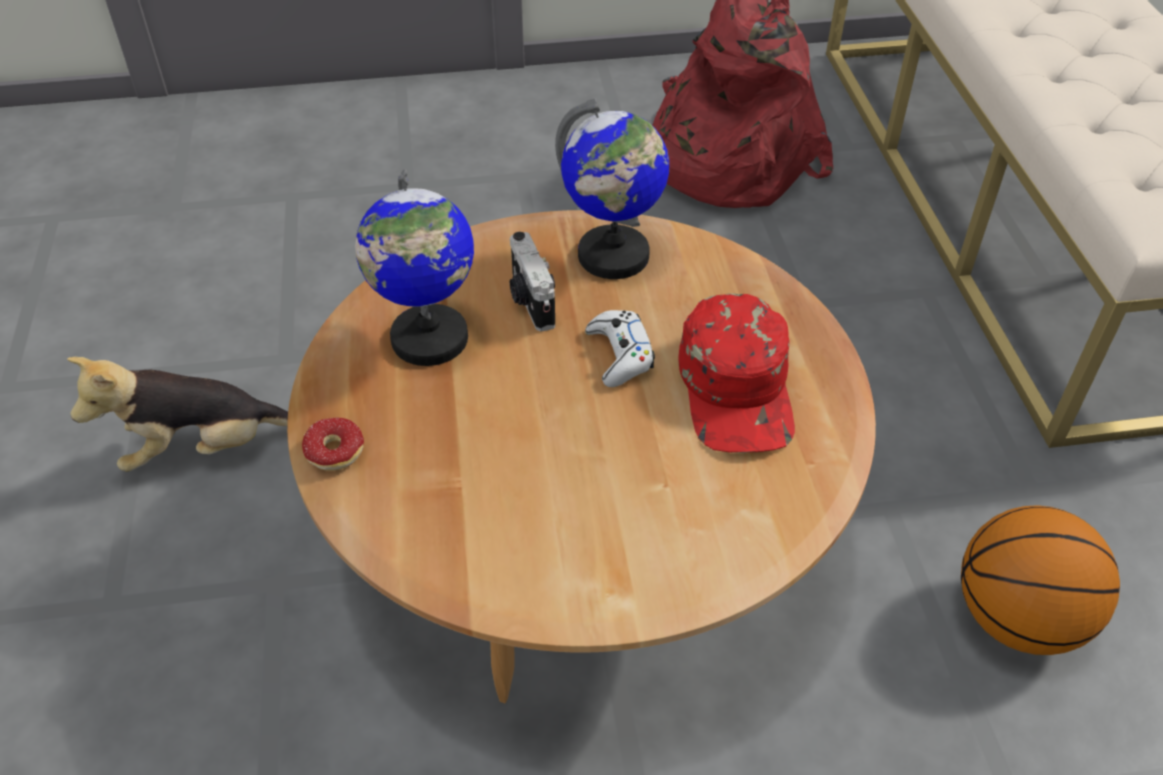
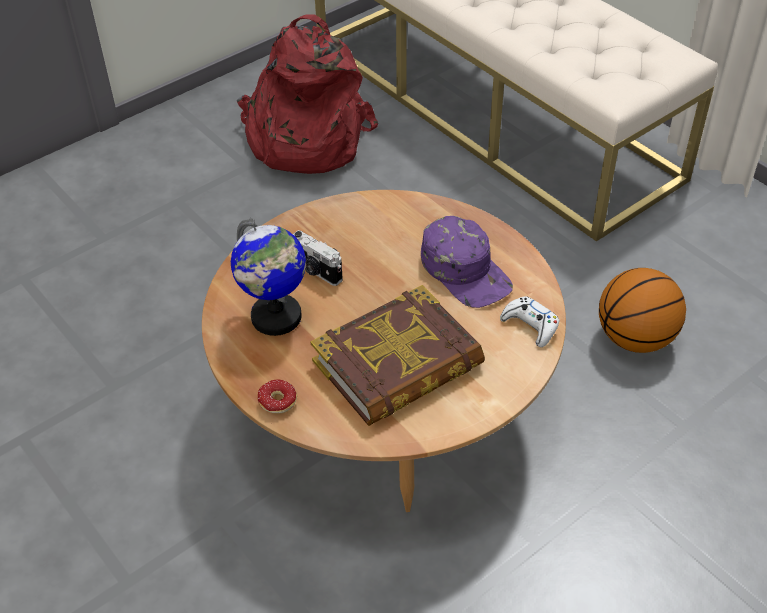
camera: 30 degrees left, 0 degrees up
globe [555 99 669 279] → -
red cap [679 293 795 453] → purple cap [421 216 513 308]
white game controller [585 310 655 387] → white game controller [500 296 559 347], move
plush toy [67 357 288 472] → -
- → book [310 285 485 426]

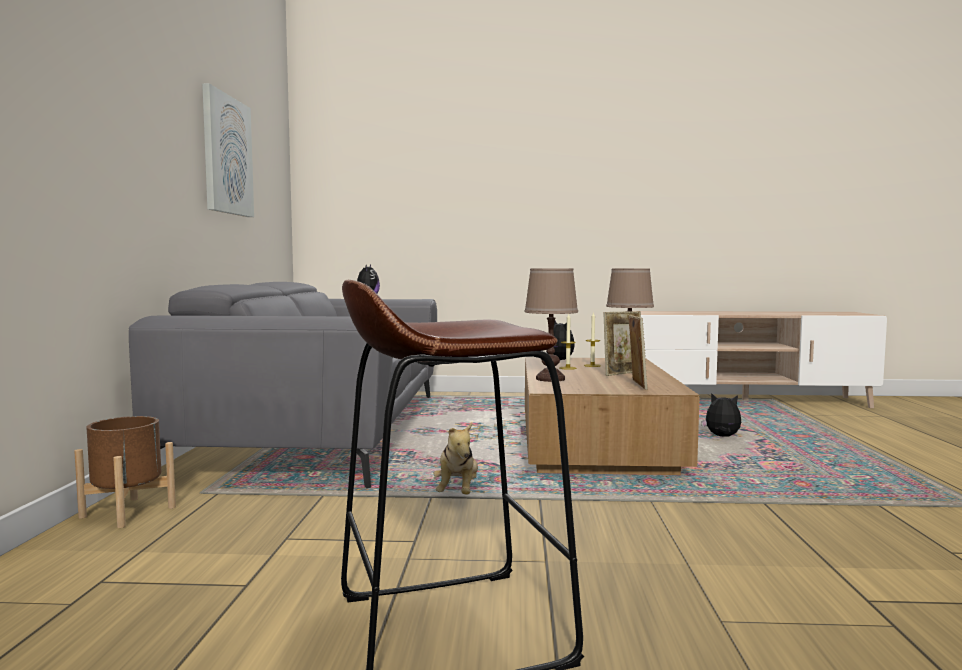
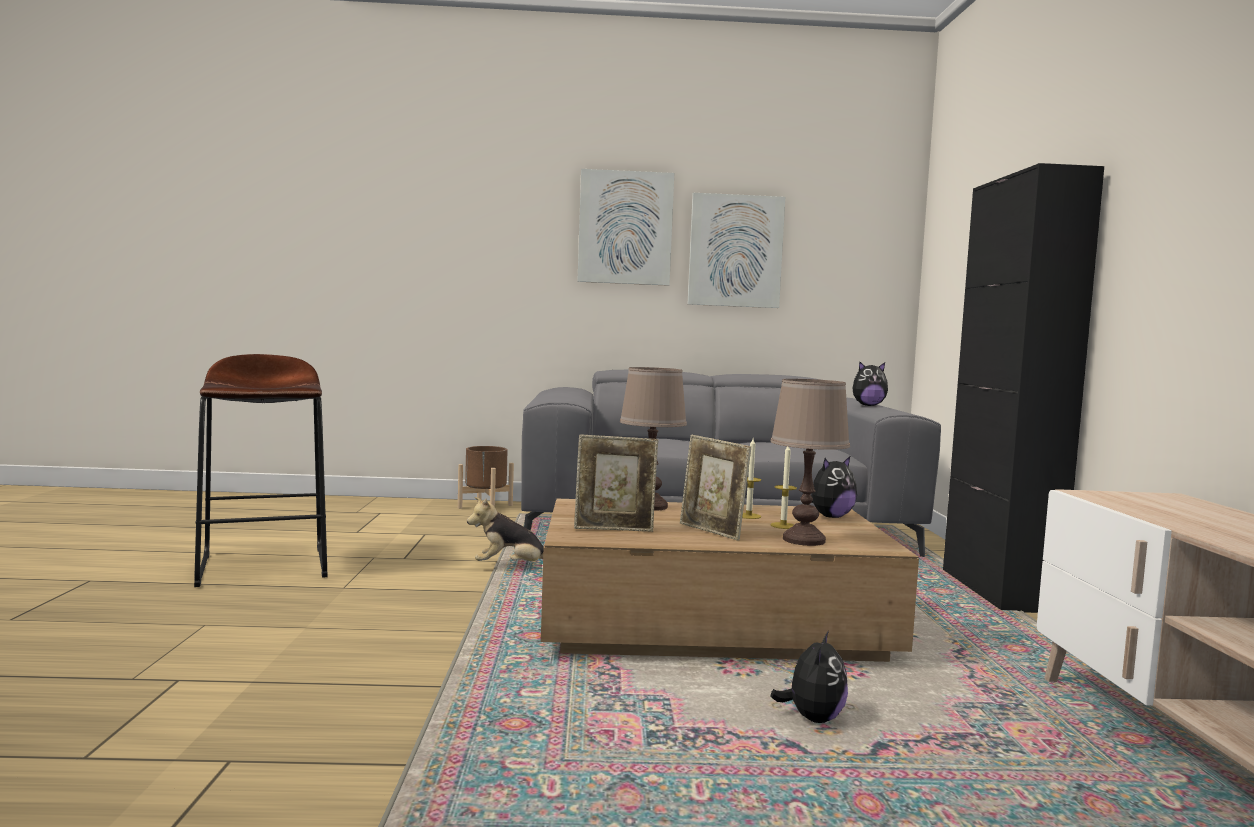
camera: 85 degrees right, 0 degrees up
- → black cabinet [943 163 1104 613]
- → picture [577 169 674 286]

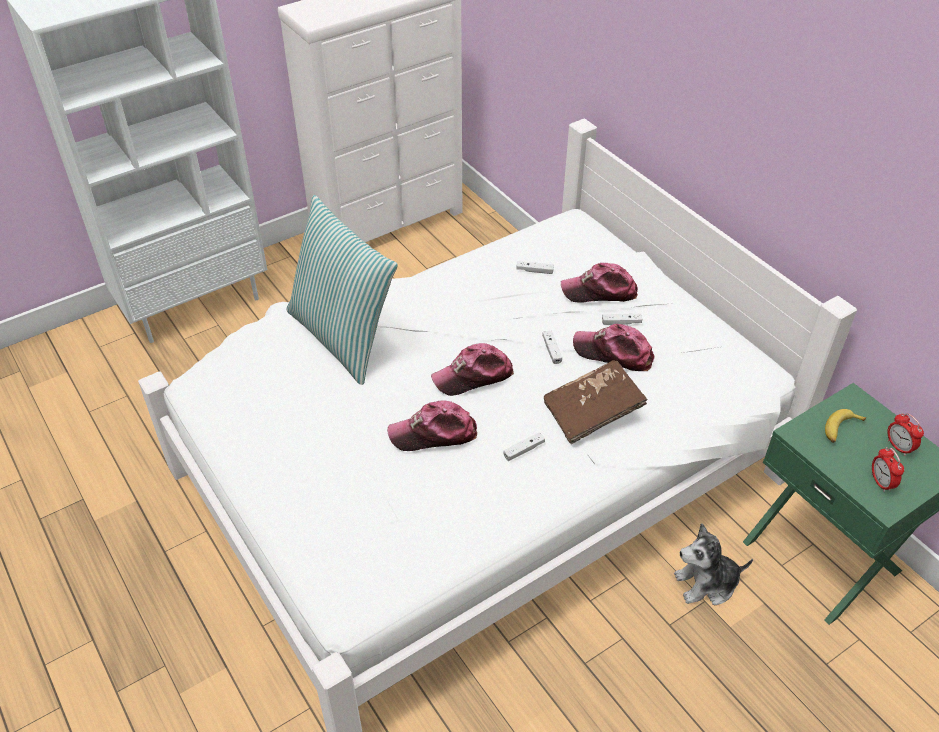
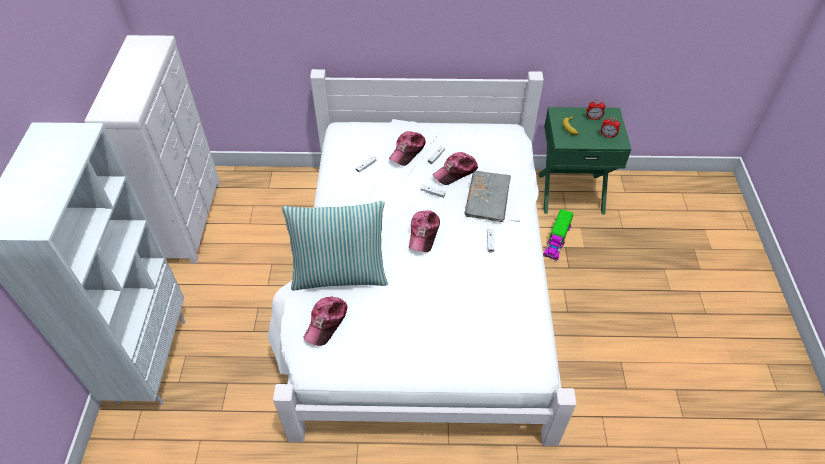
camera: 55 degrees left, 5 degrees up
brown book [544 360 648 444] → grey book [464 171 511 222]
cap [387 401 477 451] → cap [303 296 348 346], move
plush toy [674 523 753 605] → toy truck [543 209 573 261]

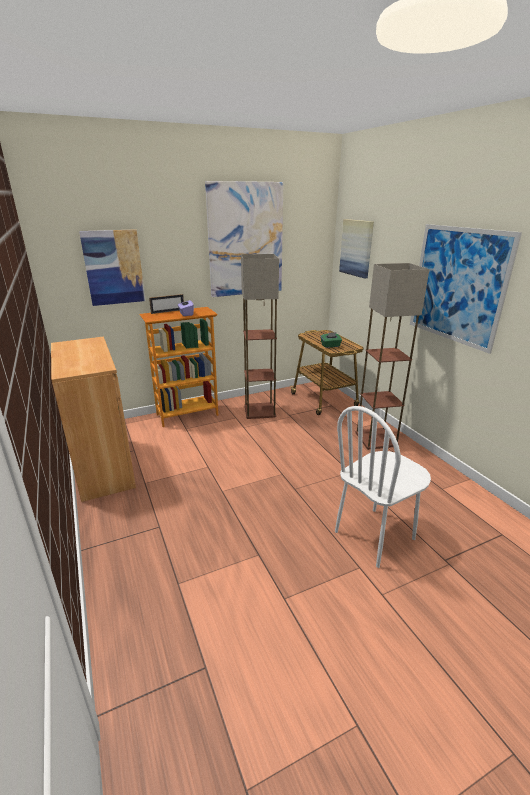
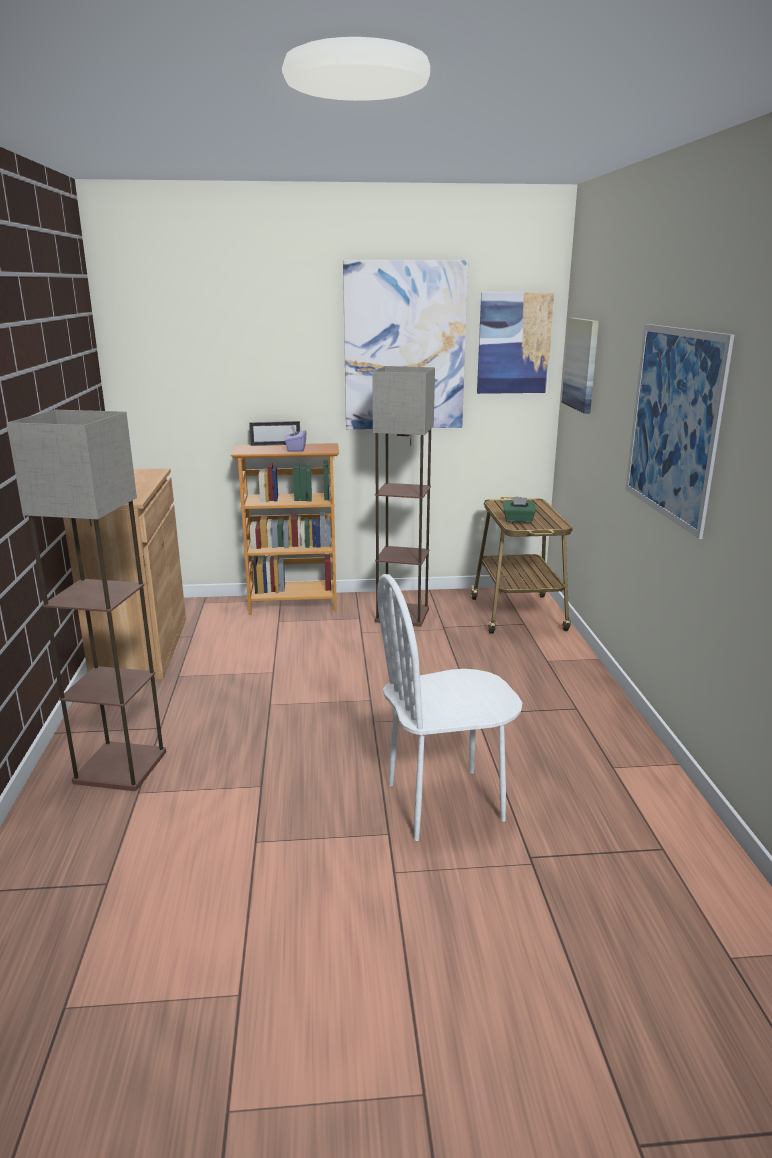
camera: 20 degrees right, 5 degrees down
picture [79 229 145 306] → picture [477 292 554 394], move
floor lamp [355 263 429 450] → floor lamp [6 410 166 791], move

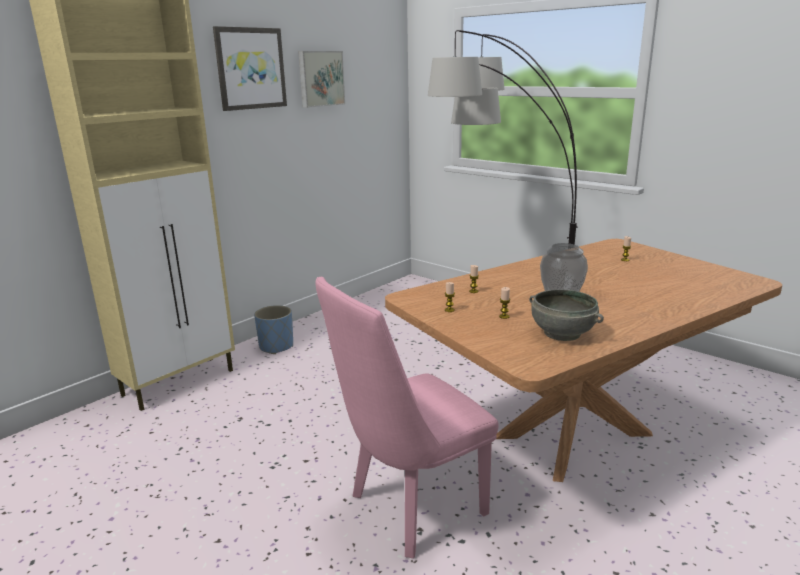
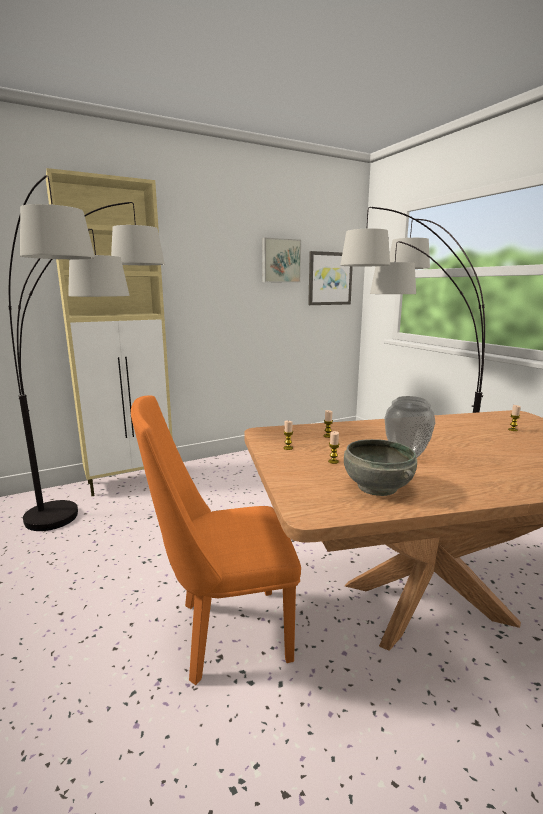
camera: 20 degrees right, 5 degrees down
picture [213 26 287 111] → picture [308 251 353 305], move
pink chair [315 277 499 559] → orange chair [131 395 301 685]
blue planter [254 305 293 354] → -
- → floor lamp [8 175 165 531]

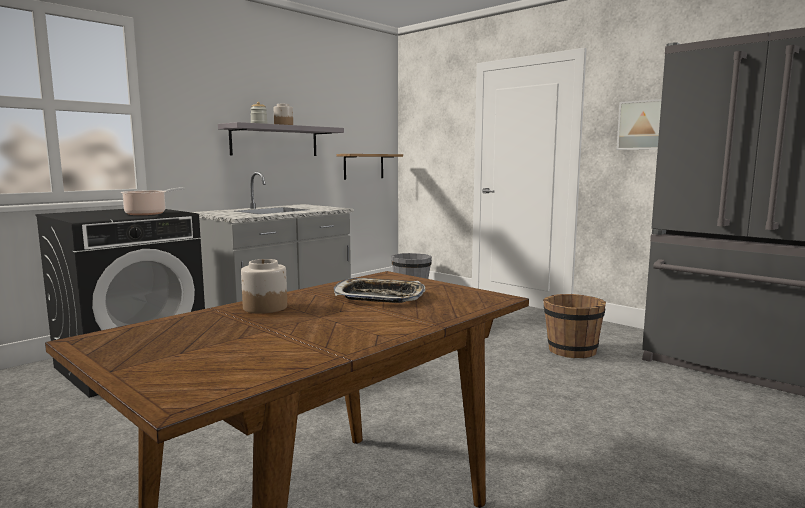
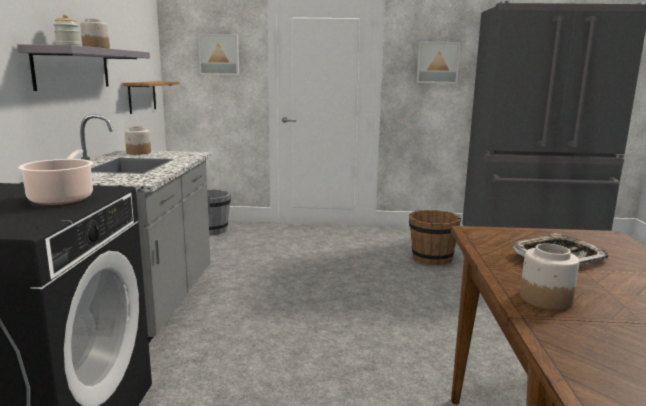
camera: 40 degrees left, 5 degrees up
- → picture [198 34 239 75]
- → jar [125 126 151 155]

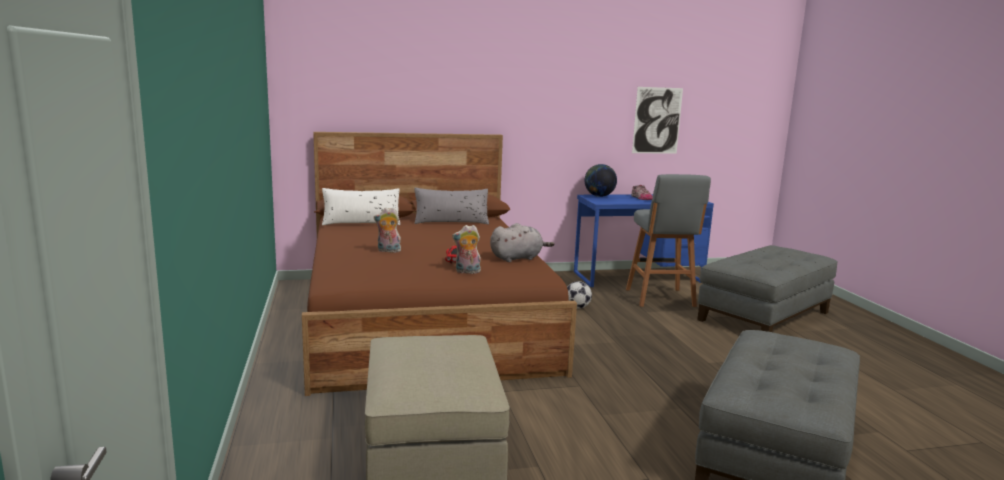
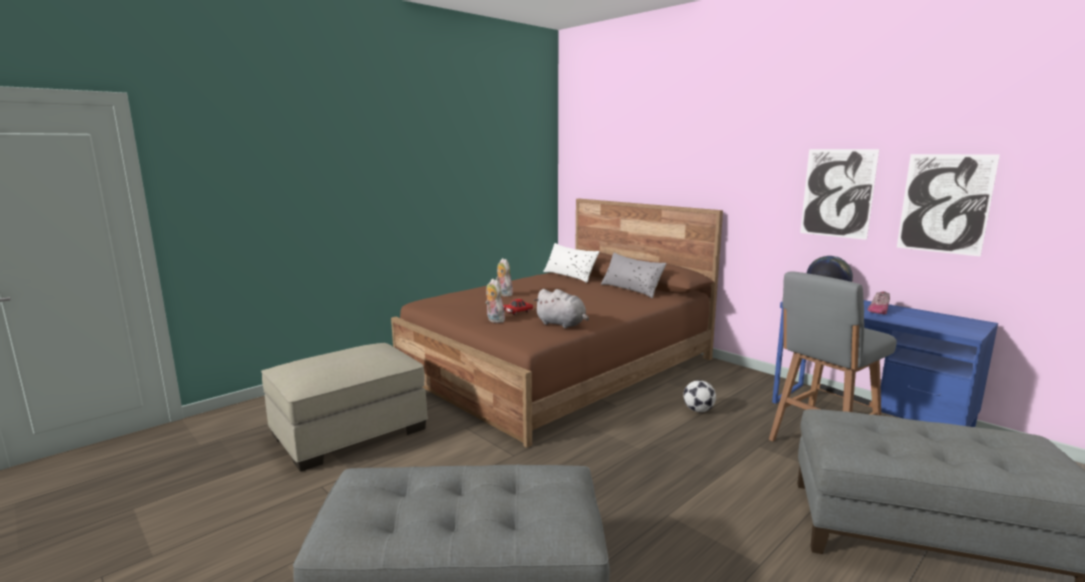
camera: 60 degrees right, 0 degrees up
- → picture [800 149 879 240]

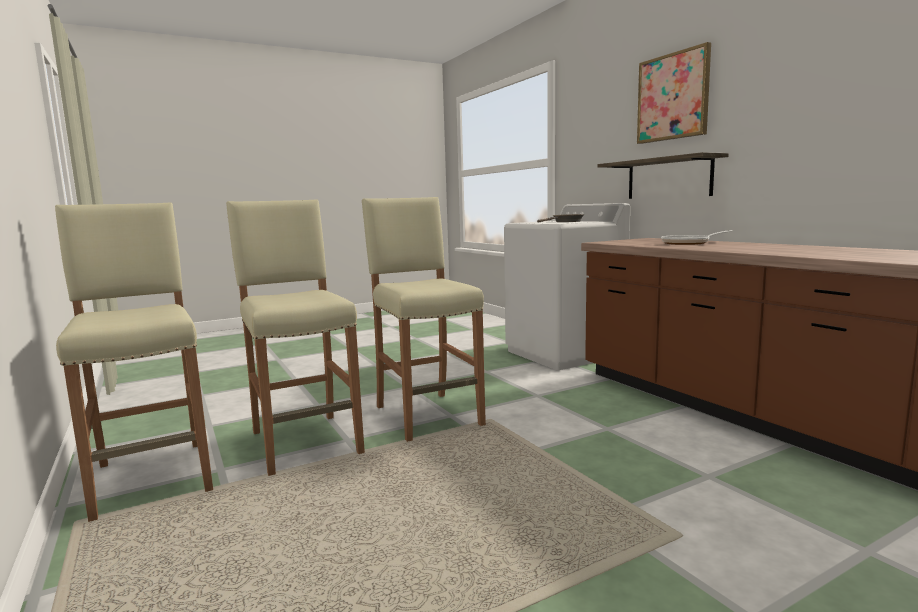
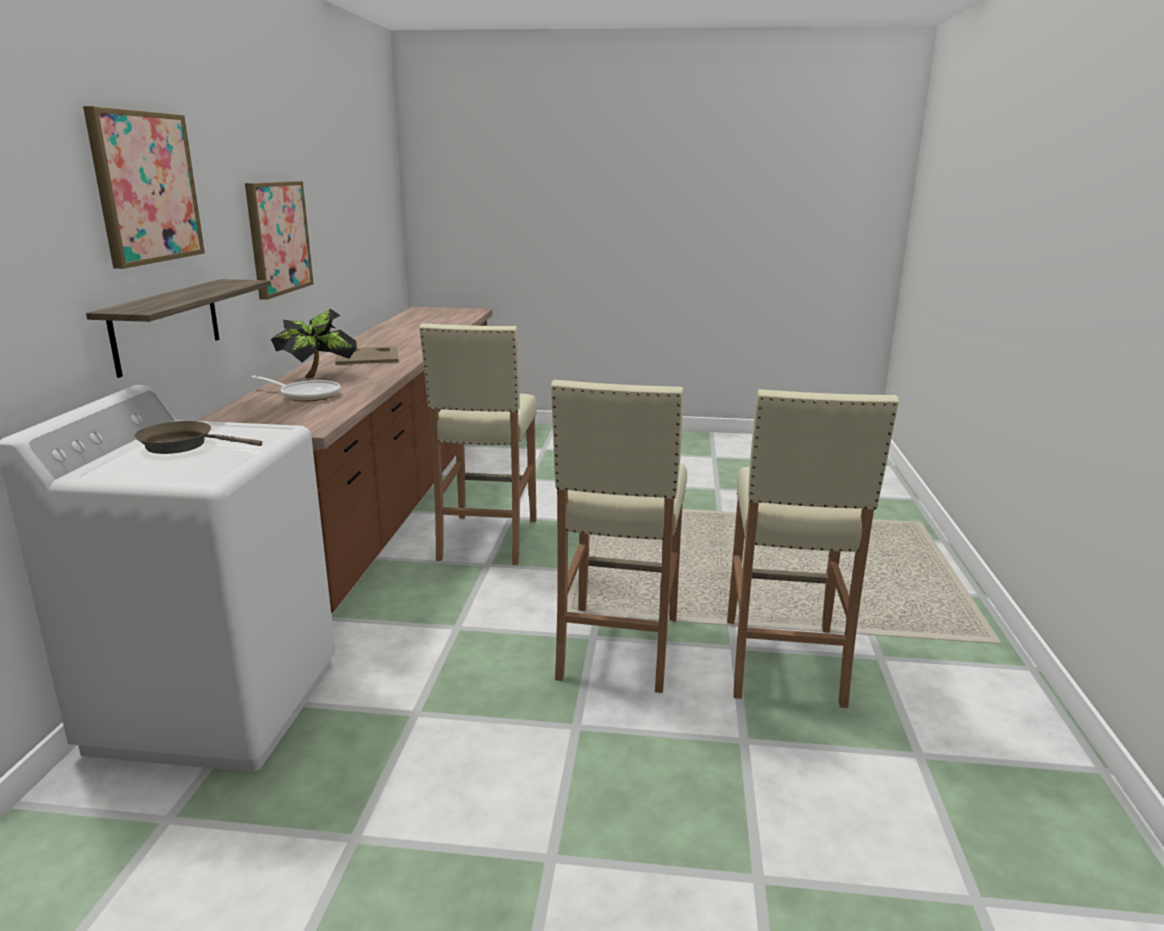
camera: 145 degrees left, 10 degrees up
beige stool [55 202 213 522] → beige stool [419 323 537 565], move
- → picture [245 181 314 300]
- → potted plant [271 309 357 378]
- → beige tray [335 346 399 365]

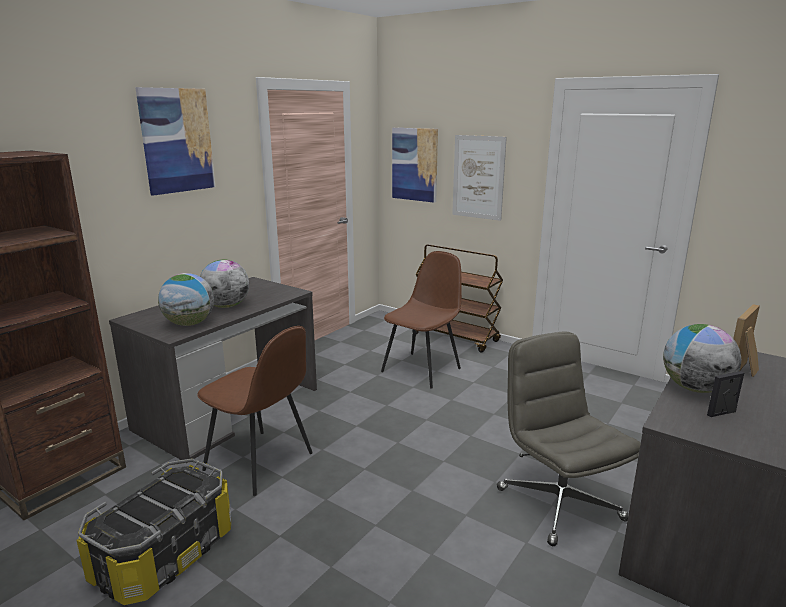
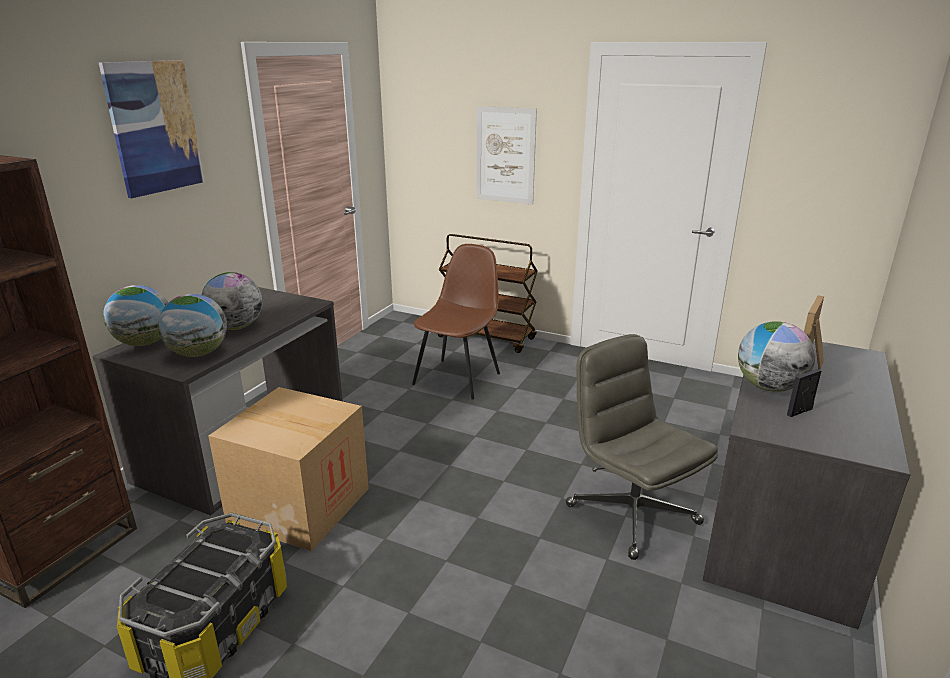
camera: 10 degrees left, 5 degrees up
picture [392 128 438 203] → -
brown chair [197 326 313 496] → cardboard box [208 387 369 551]
- → globe [103 285 168 346]

